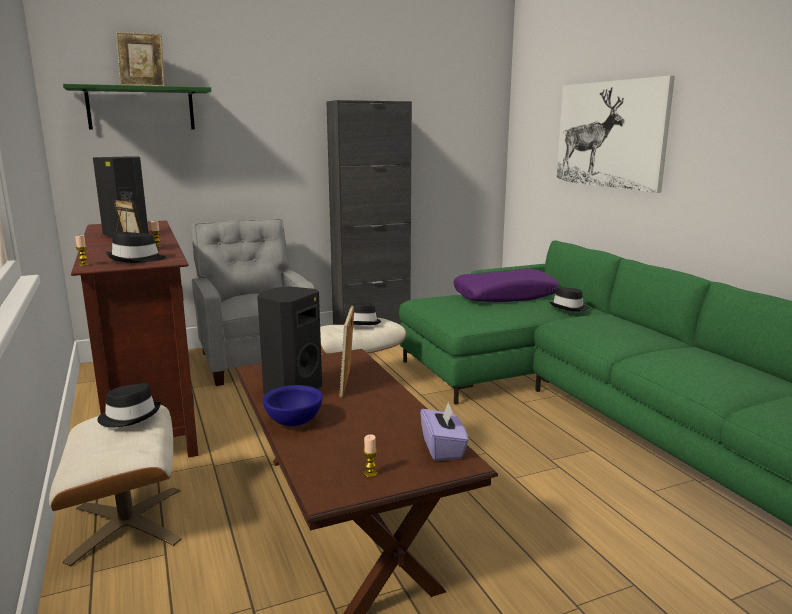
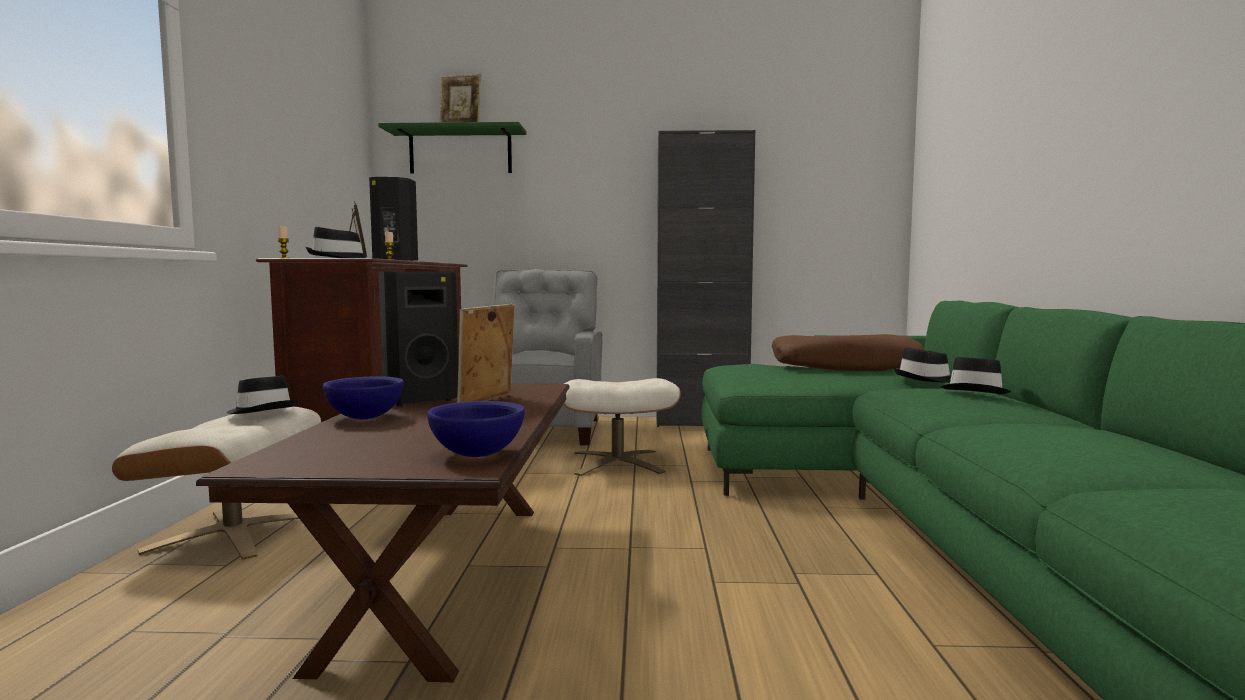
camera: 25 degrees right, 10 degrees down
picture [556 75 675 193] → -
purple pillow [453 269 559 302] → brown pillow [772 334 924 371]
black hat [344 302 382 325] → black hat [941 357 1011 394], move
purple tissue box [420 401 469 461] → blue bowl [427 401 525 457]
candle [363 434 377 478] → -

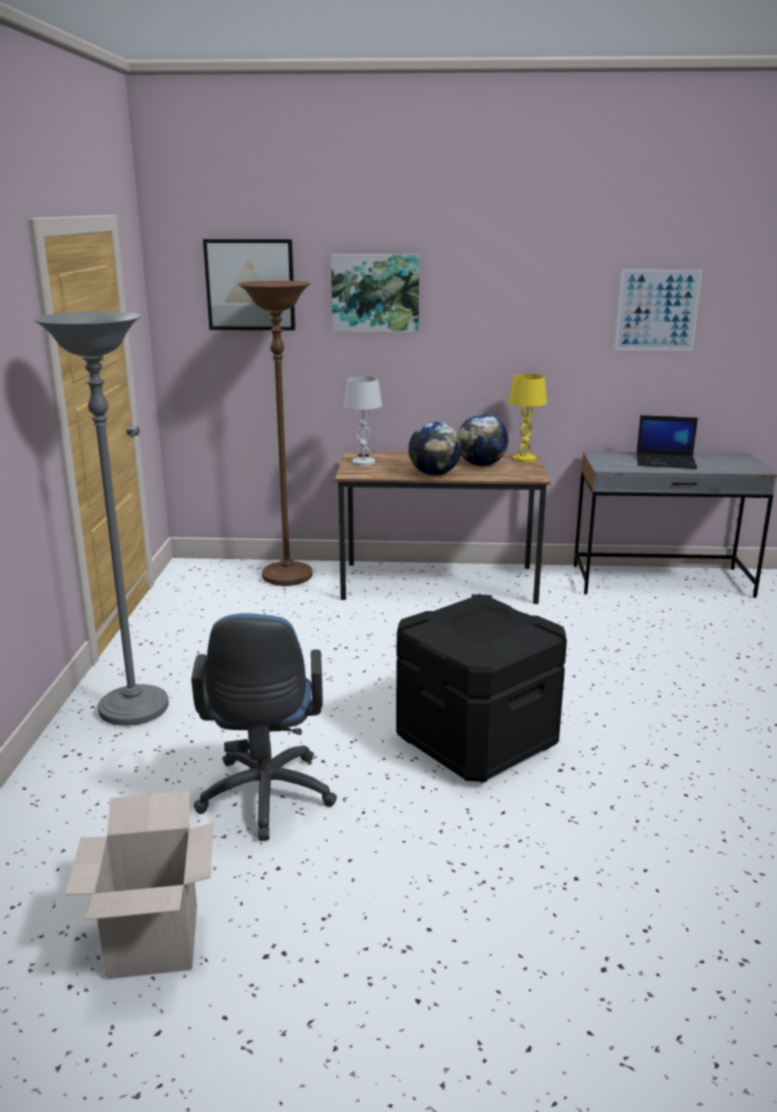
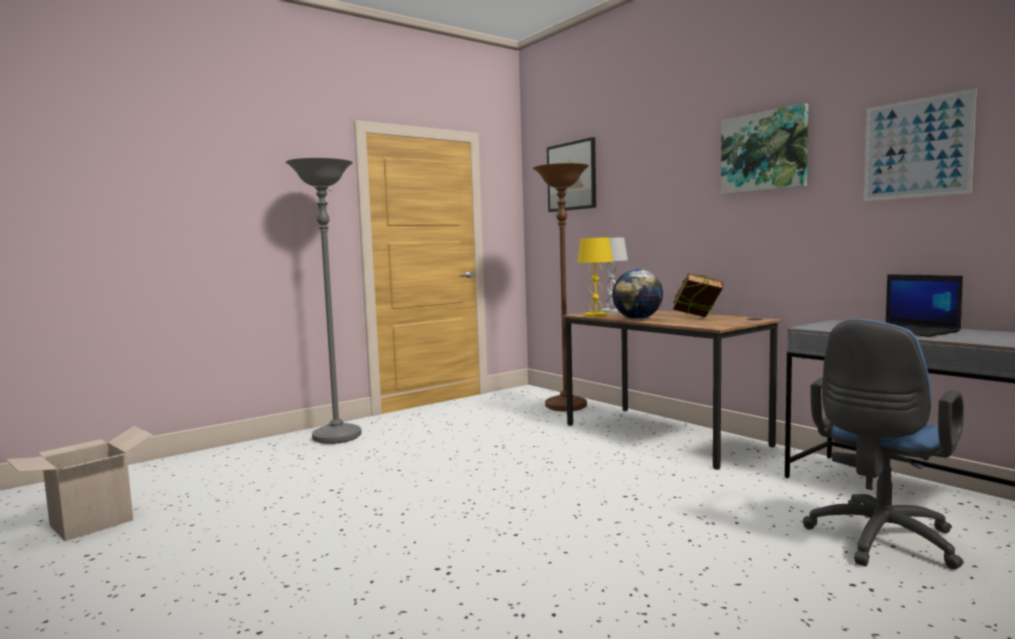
camera: 50 degrees right, 15 degrees down
picture [331 254 419 332] → picture [721 103 808 195], move
yellow table lamp [509 374 547 462] → yellow table lamp [577 237 613 317], move
globe [458 414 509 466] → book [673 273 723 317]
black storage box [396 594 567 782] → -
blue office chair [191 613 337 841] → blue office chair [803 319 964 569], move

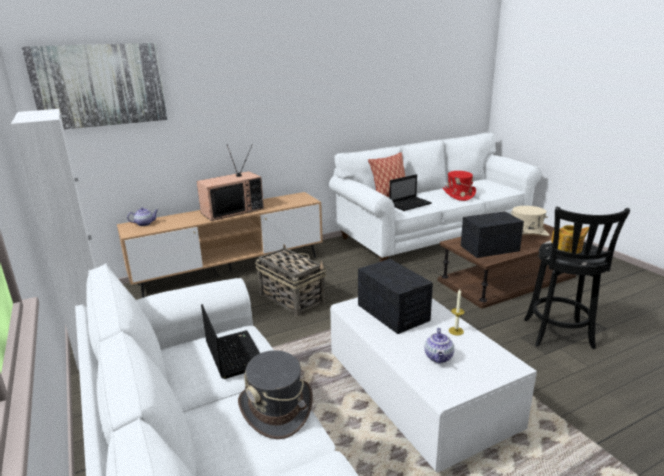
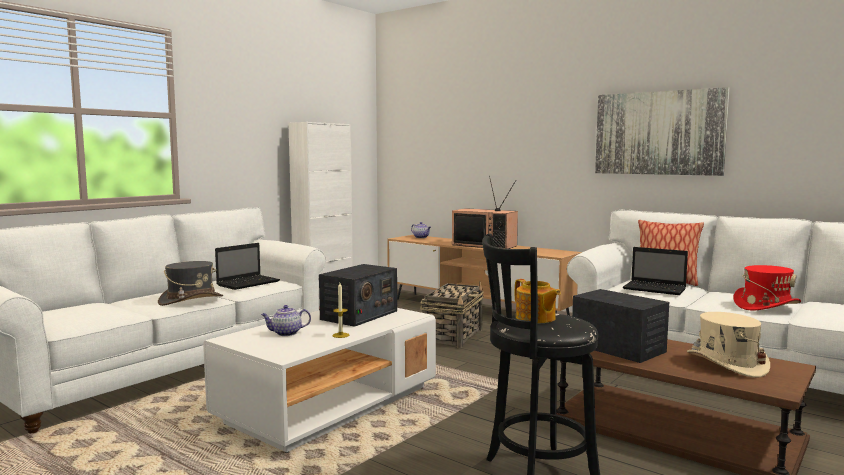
camera: 65 degrees right, 15 degrees down
picture [22 43 167 130] → picture [595 87 730 176], move

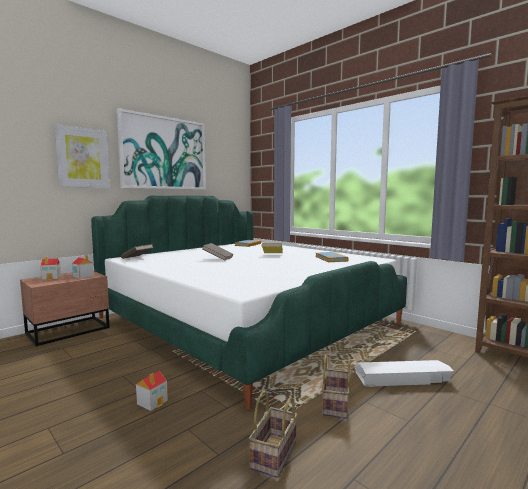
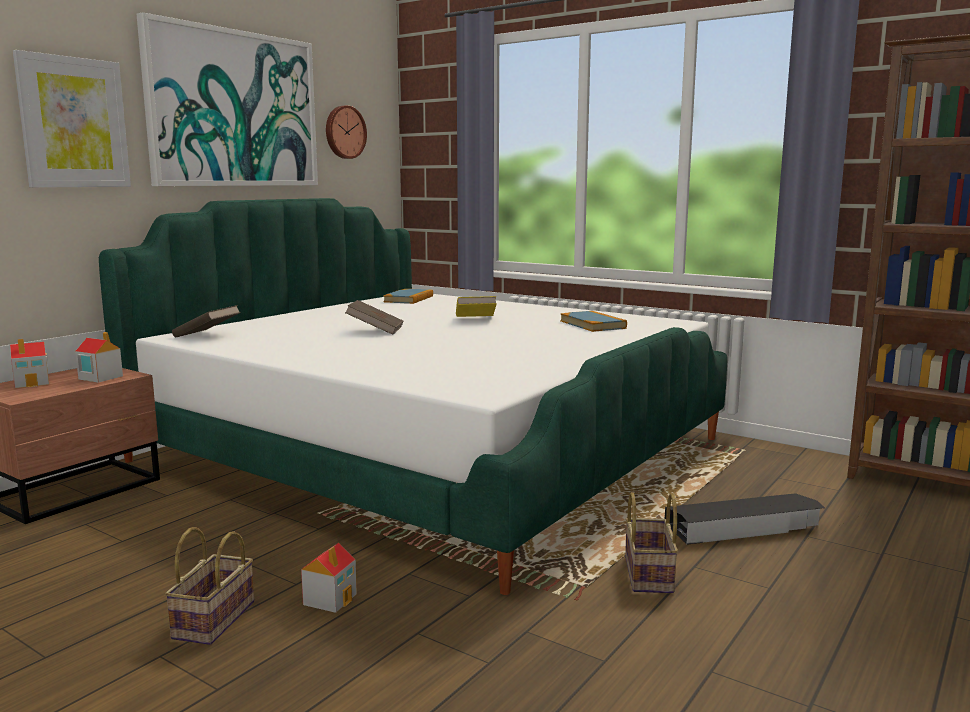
camera: 10 degrees left, 5 degrees up
white storage box [356 360 453 387] → black storage box [665 493 825 545]
basket [249 391 297 478] → basket [165 527 254 645], move
- → wall clock [326 105 367 159]

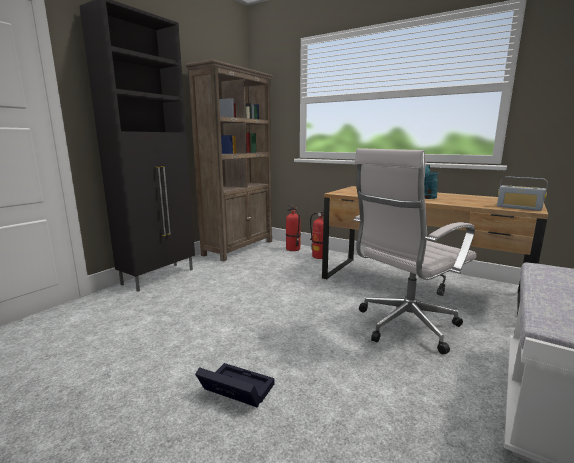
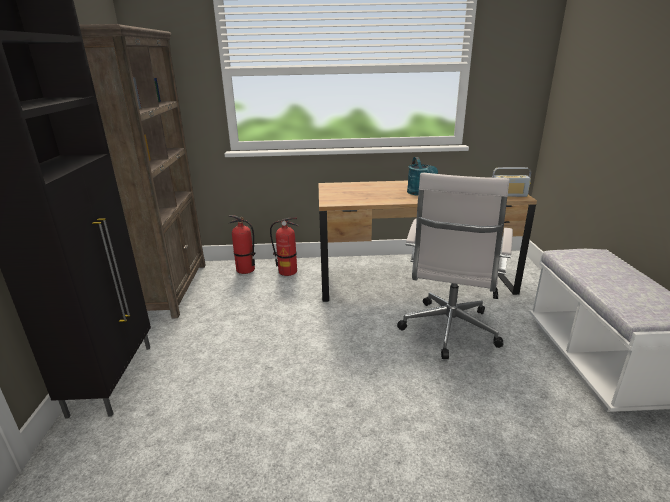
camera: 35 degrees left, 10 degrees up
black storage box [195 363 274 408] → -

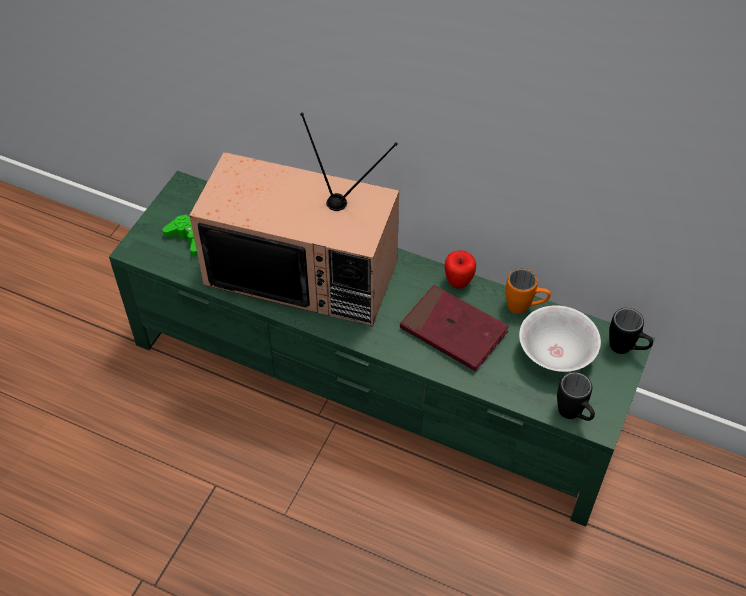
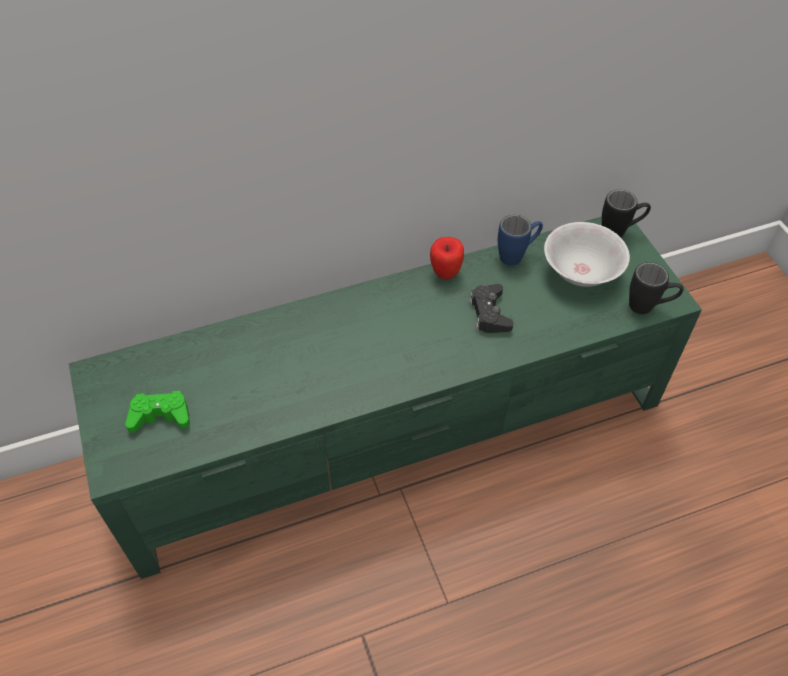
camera: 45 degrees left, 0 degrees up
television [189 113 399 326] → -
orange mug [506 268 551 314] → blue mug [498 215 543 266]
red book [400 285 509 371] → black game controller [469 284 514 333]

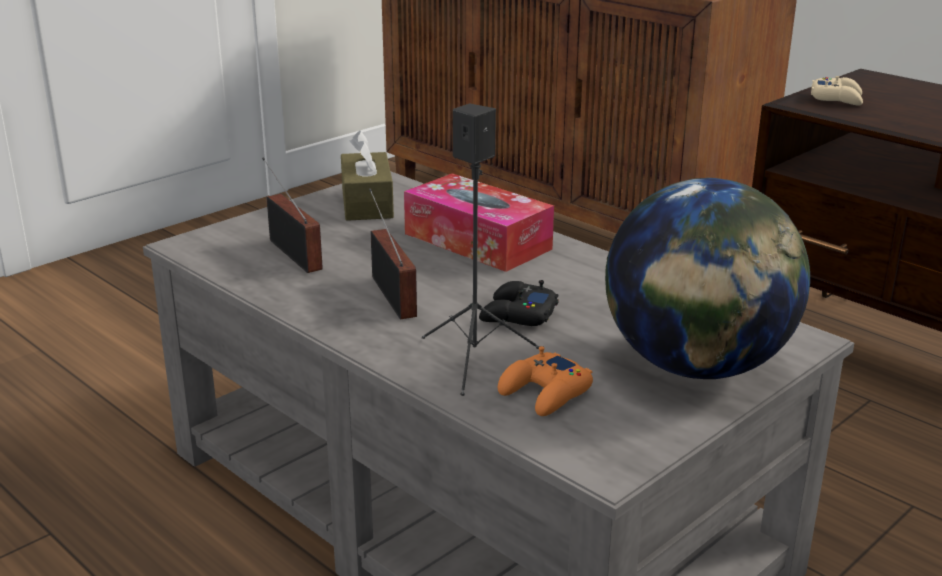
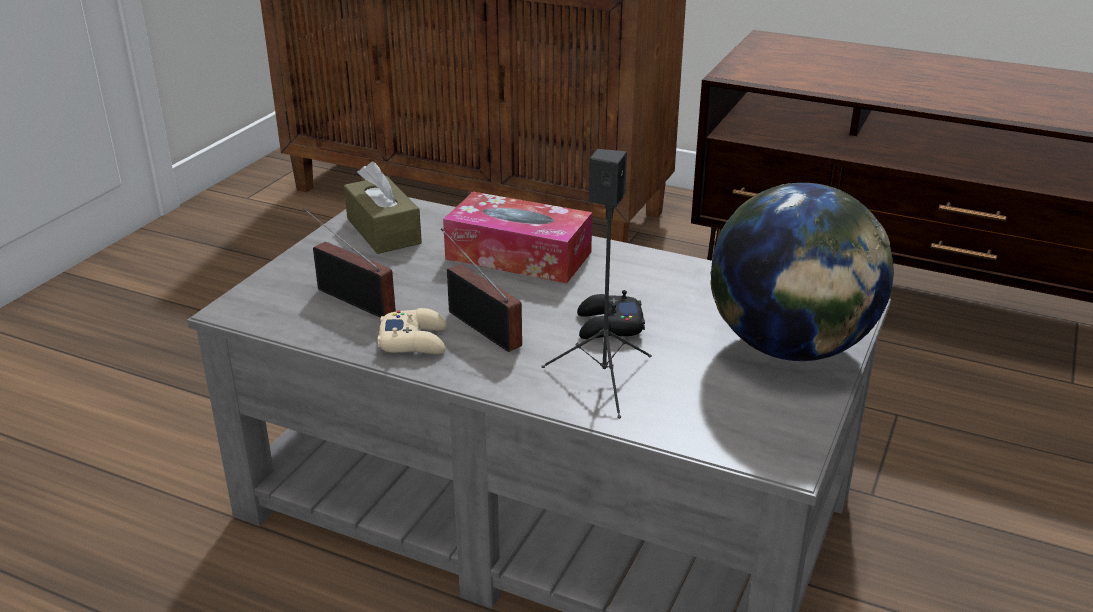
camera: 20 degrees left, 5 degrees up
beige game controller [811 76 863 106] → beige game controller [378 308 447 354], move
orange game controller [498 346 593 416] → -

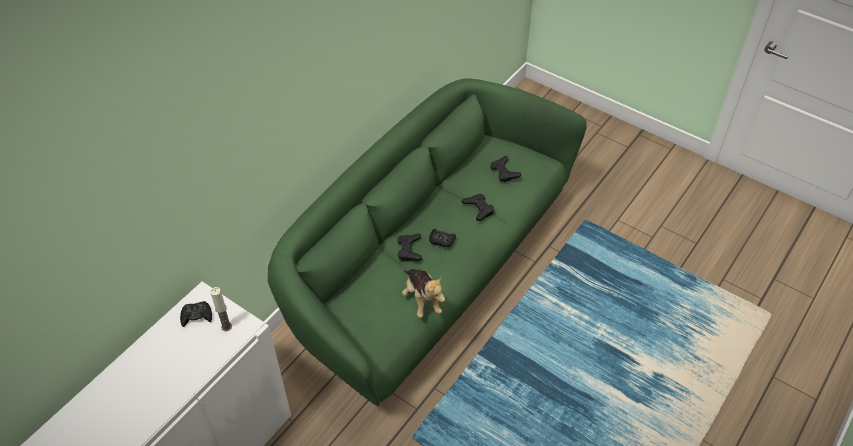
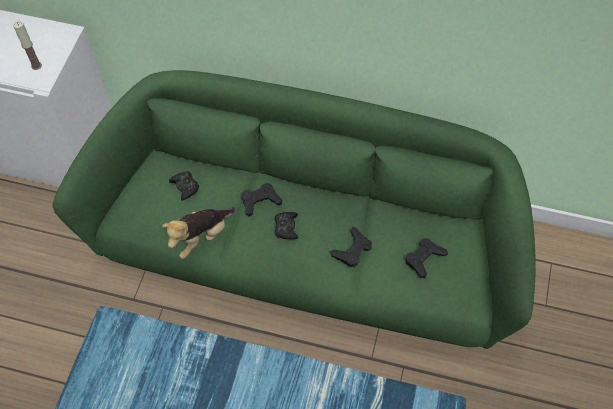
camera: 70 degrees right, 10 degrees up
black game controller [180 301 212 327] → black game controller [169 171 199 201], move

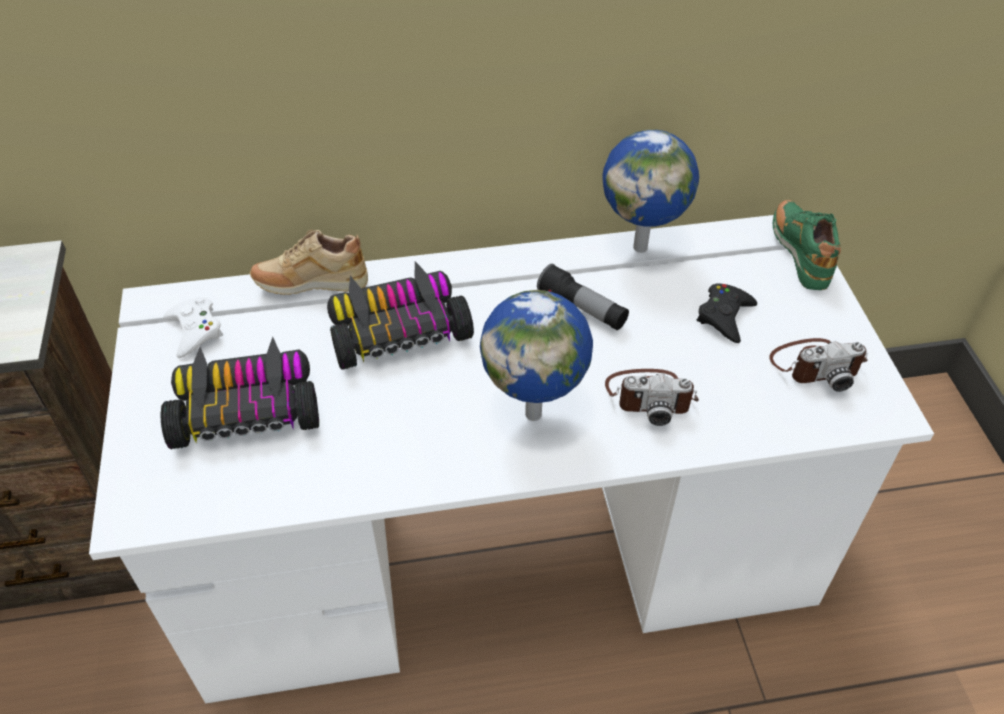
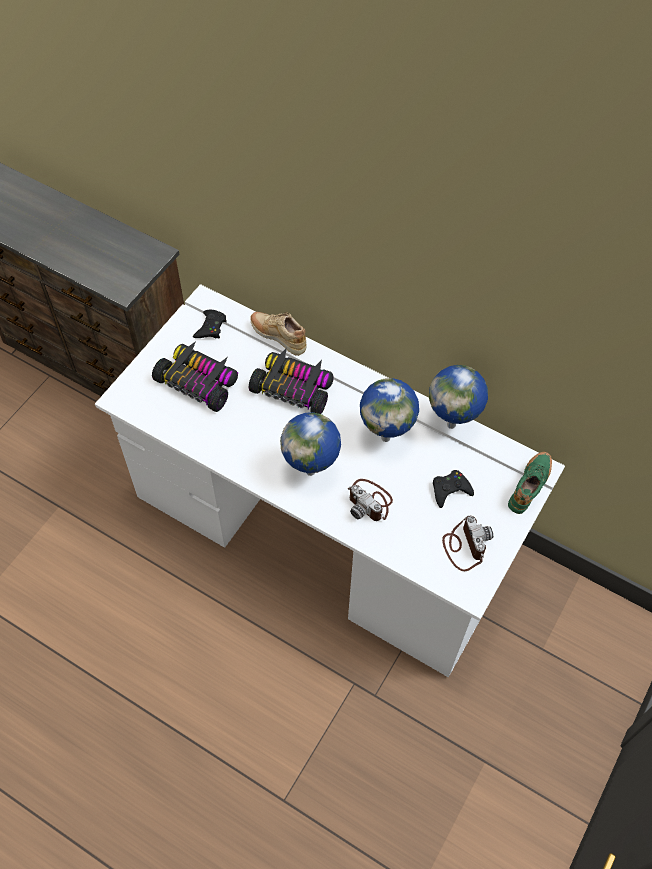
camera: 40 degrees right, 10 degrees up
flashlight [537 264 629 330] → globe [360 378 419 442]
white game controller [164 297 223 358] → black game controller [193 310 227 339]
photo camera [769 338 868 392] → photo camera [442 515 493 571], 135 degrees counterclockwise

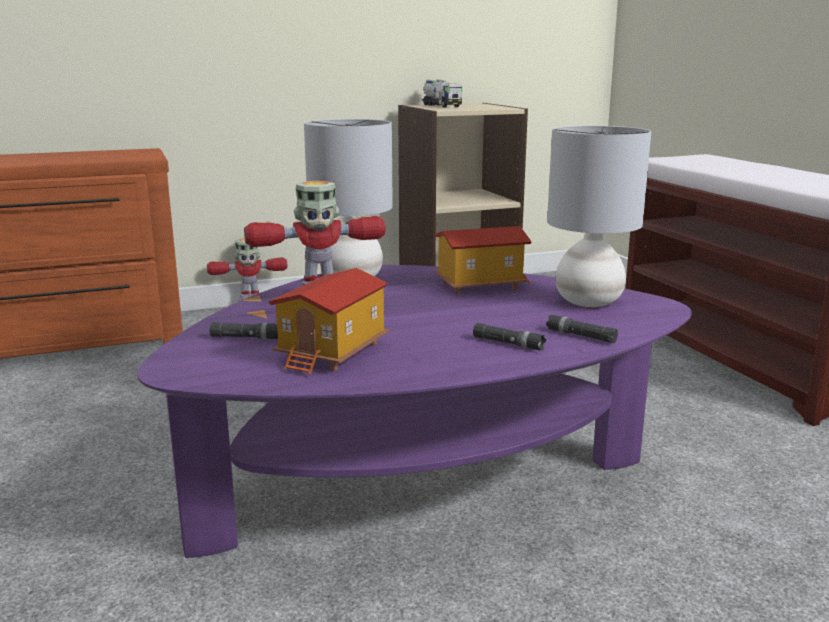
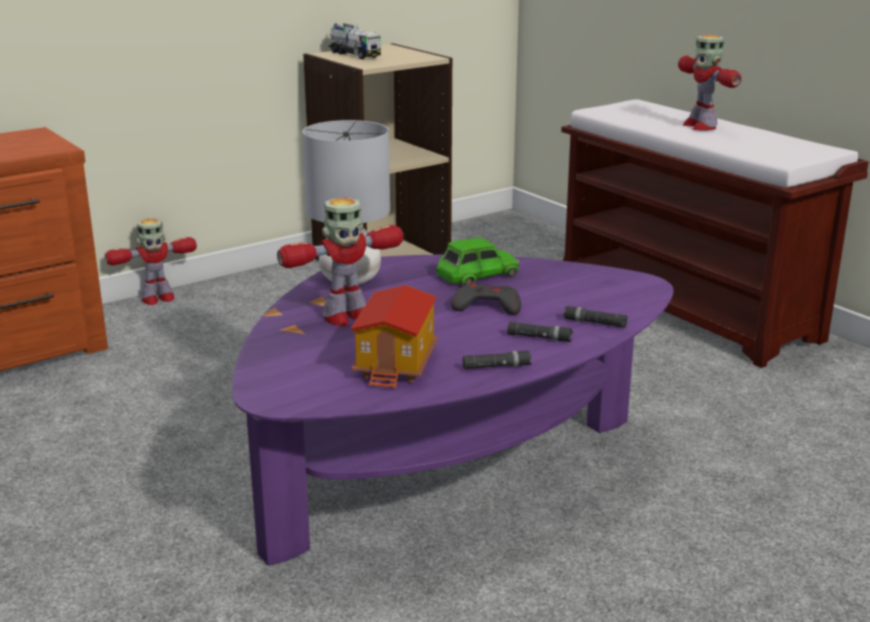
camera: 15 degrees left, 5 degrees up
grey table lamp [547 126 651 307] → -
toy house [434 226 532 295] → green toy car [436 237 519 285]
black flashlight [209 322 278 339] → black flashlight [462 350 532 370], move
- → toy robot [678 35 741 131]
- → grey game controller [451 282 521 315]

